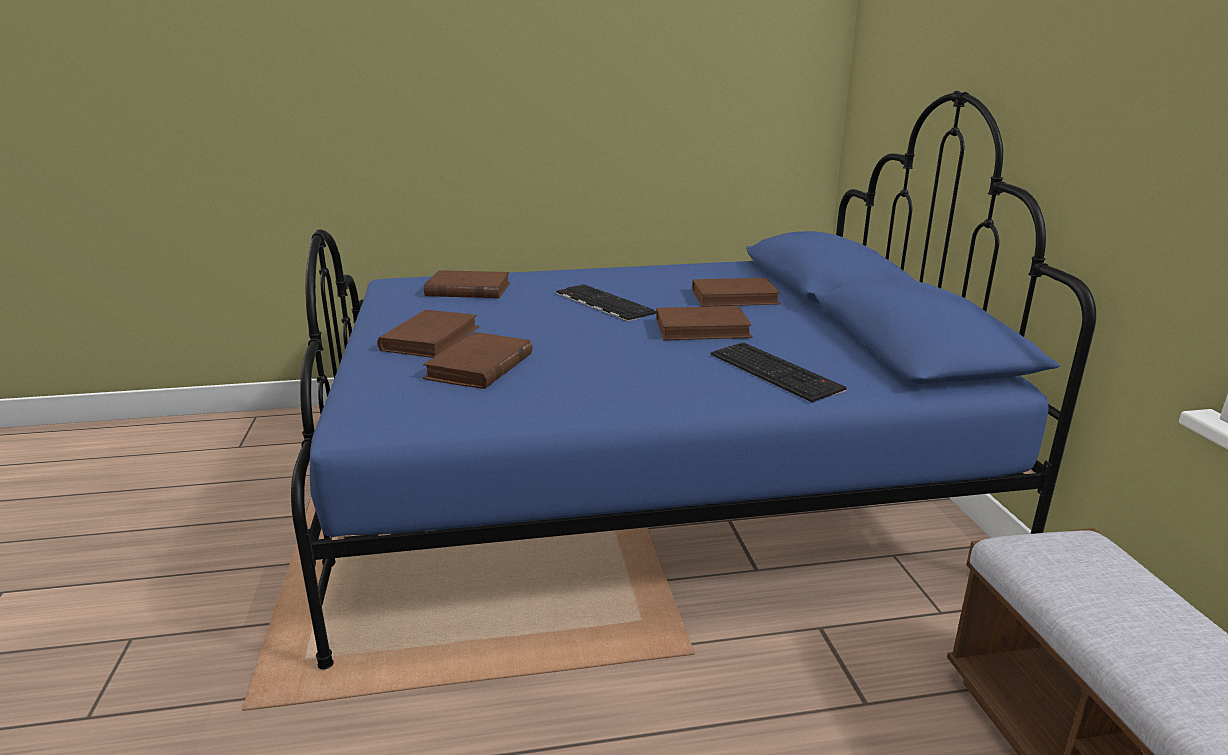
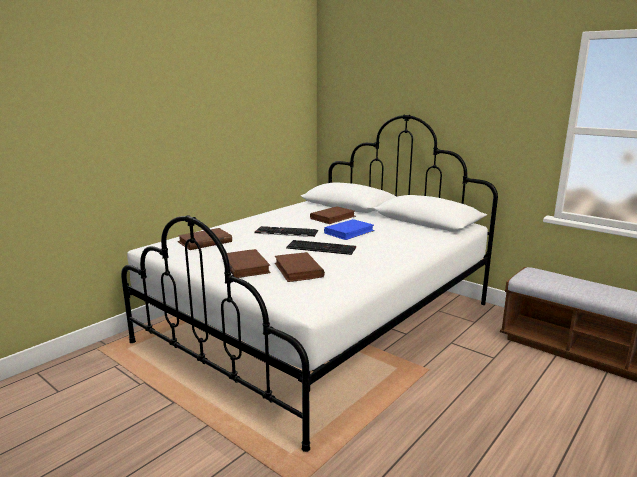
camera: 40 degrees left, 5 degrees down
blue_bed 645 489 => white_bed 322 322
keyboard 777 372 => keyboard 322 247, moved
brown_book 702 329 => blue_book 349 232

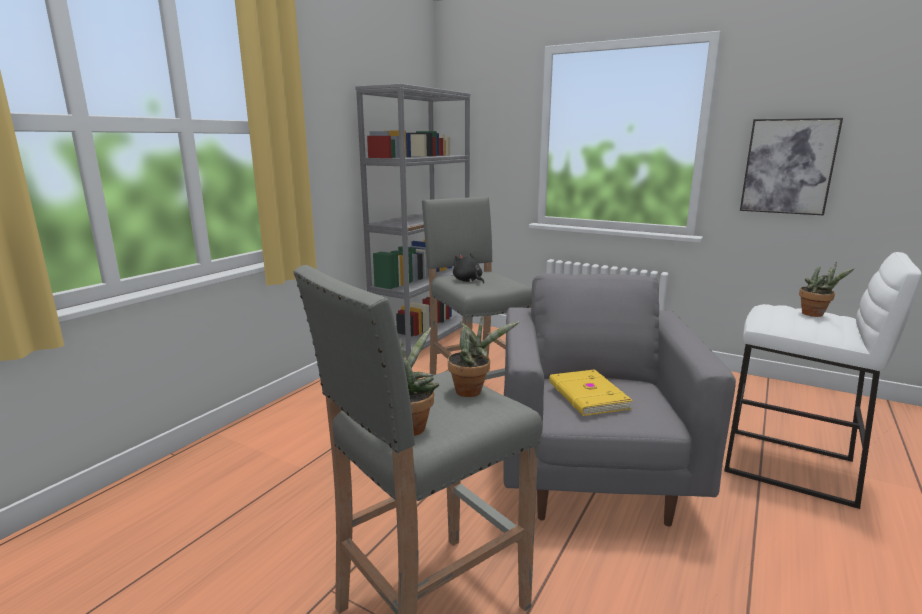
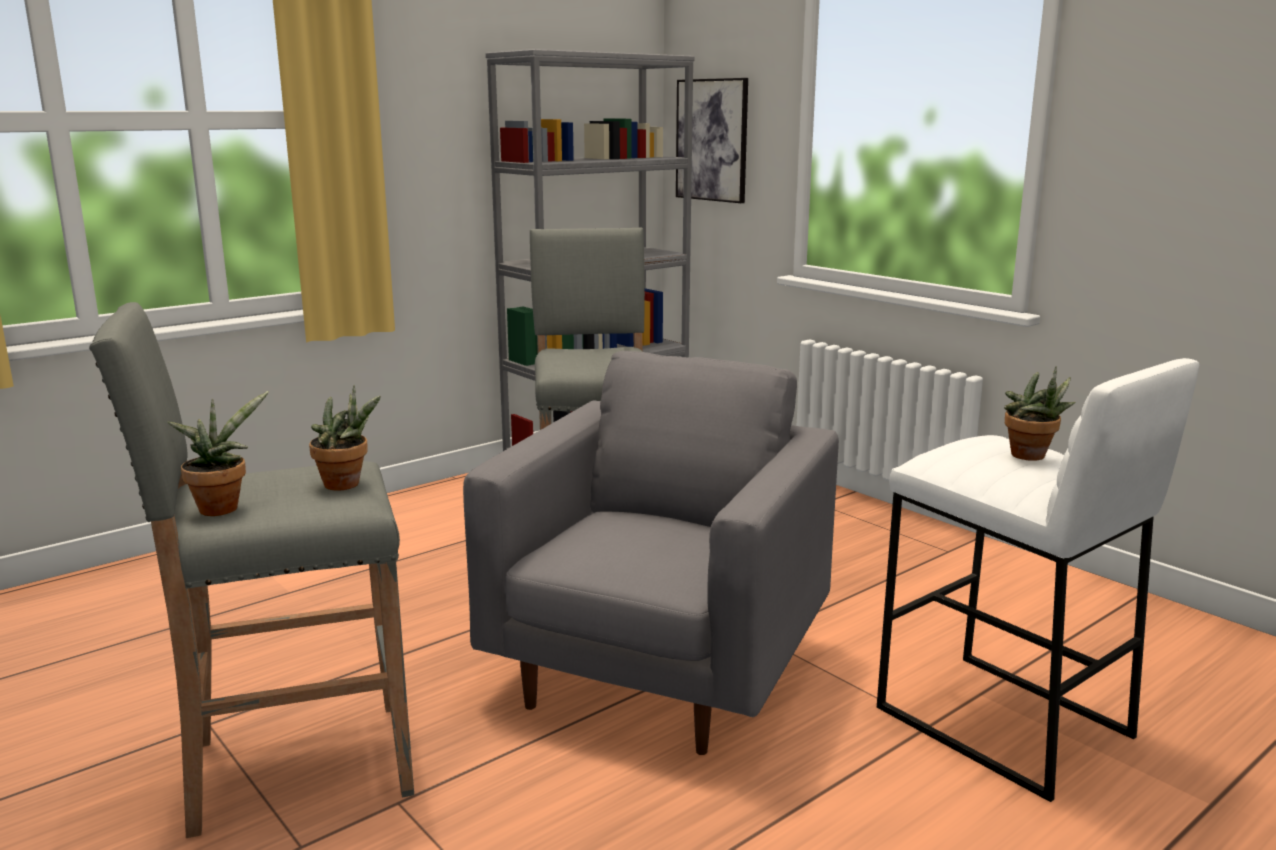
camera: 20 degrees right, 0 degrees up
picture 788 166 => picture 712 140, moved
black_plush_toy 468 281 => nothing
yellow_book 587 396 => nothing

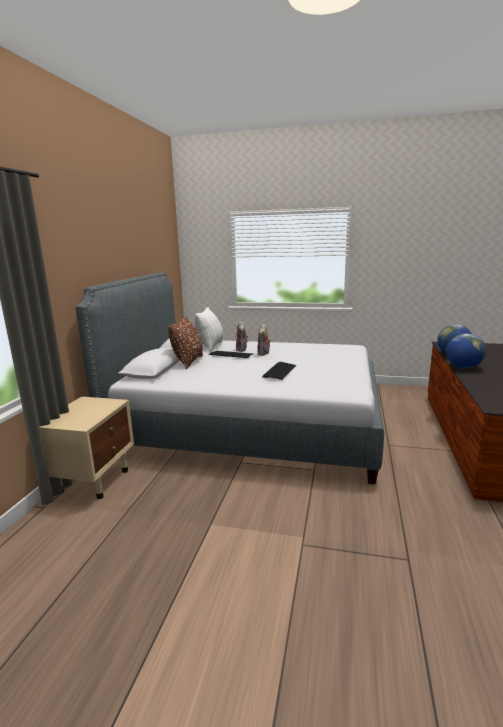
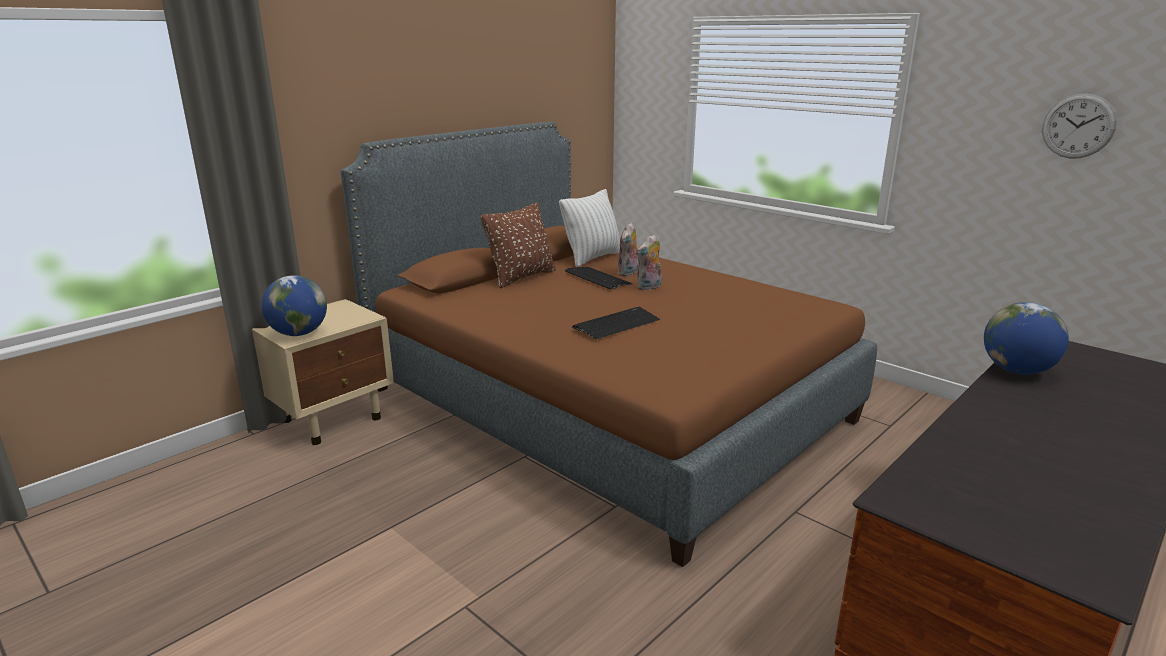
camera: 30 degrees right, 5 degrees up
globe 463 367 => globe 299 333, moved
grey_bed 249 425 => brown_bed 603 404
nothing => wall_clock 1078 126

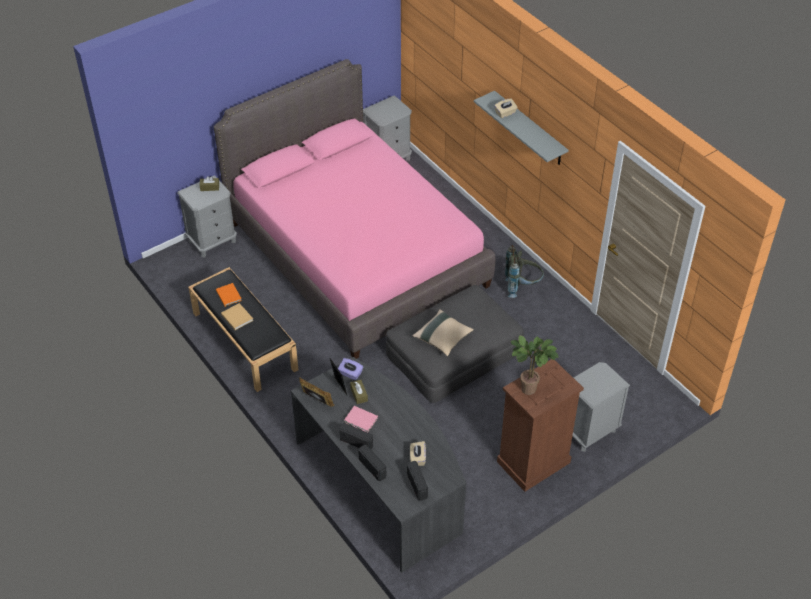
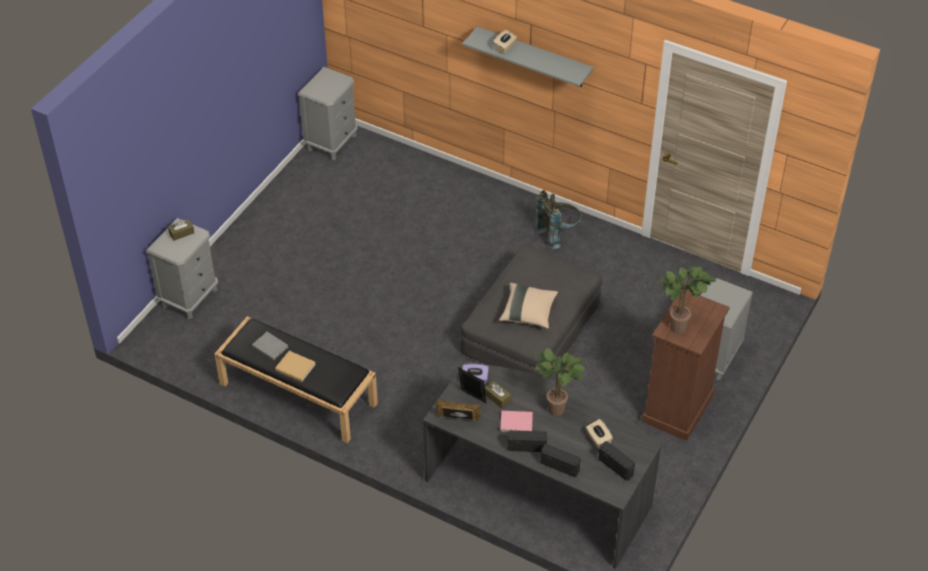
camera: 25 degrees left, 0 degrees up
orange_book 229 295 => grey_book 270 346
nothing => potted_plant 559 409
pink_bed 357 253 => nothing

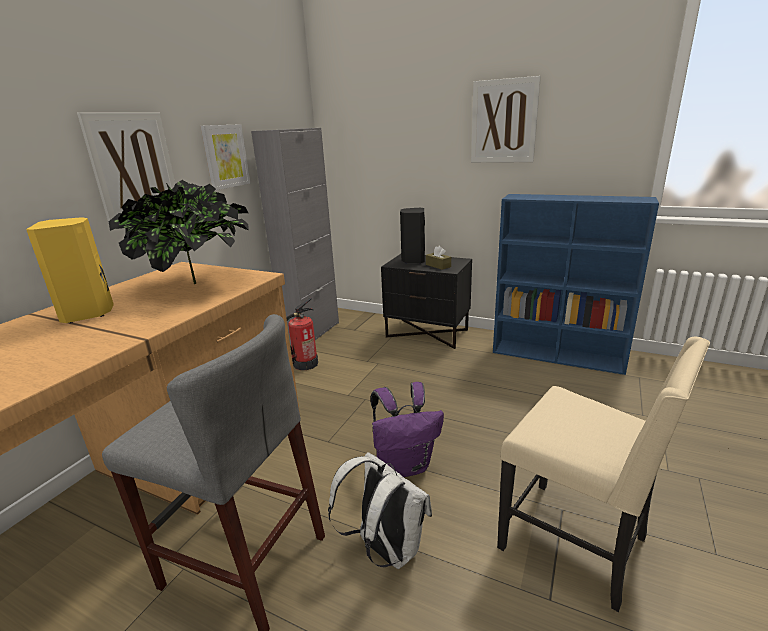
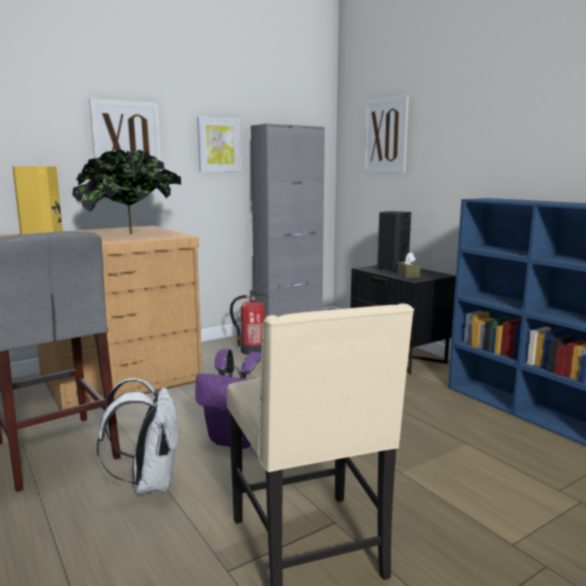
camera: 30 degrees right, 10 degrees down
picture 504 121 => picture 385 136, moved

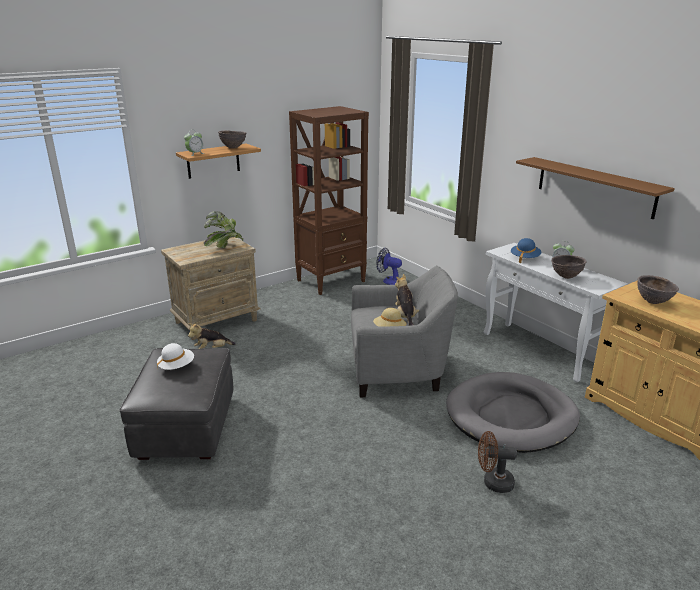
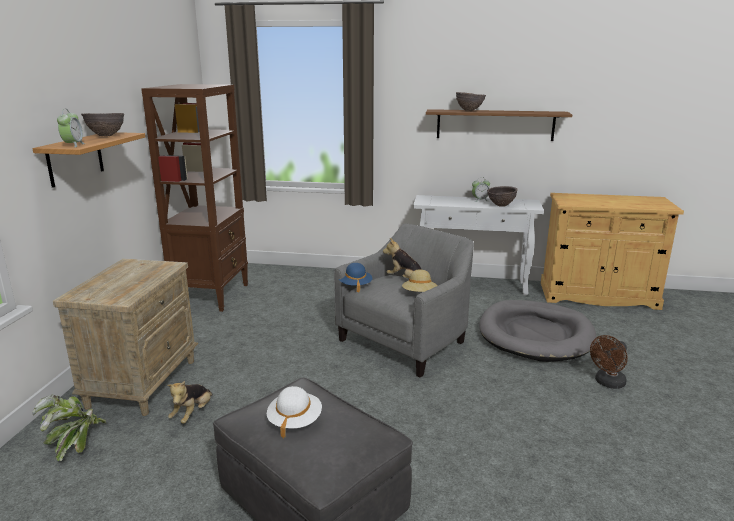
camera: 45 degrees left, 5 degrees down
potted_plant 224 246 => potted_plant 76 444, moved
blue_hat 524 258 => blue_hat 355 285, moved
brown_bowl 653 302 => brown_bowl 469 111, moved
fan 389 280 => nothing

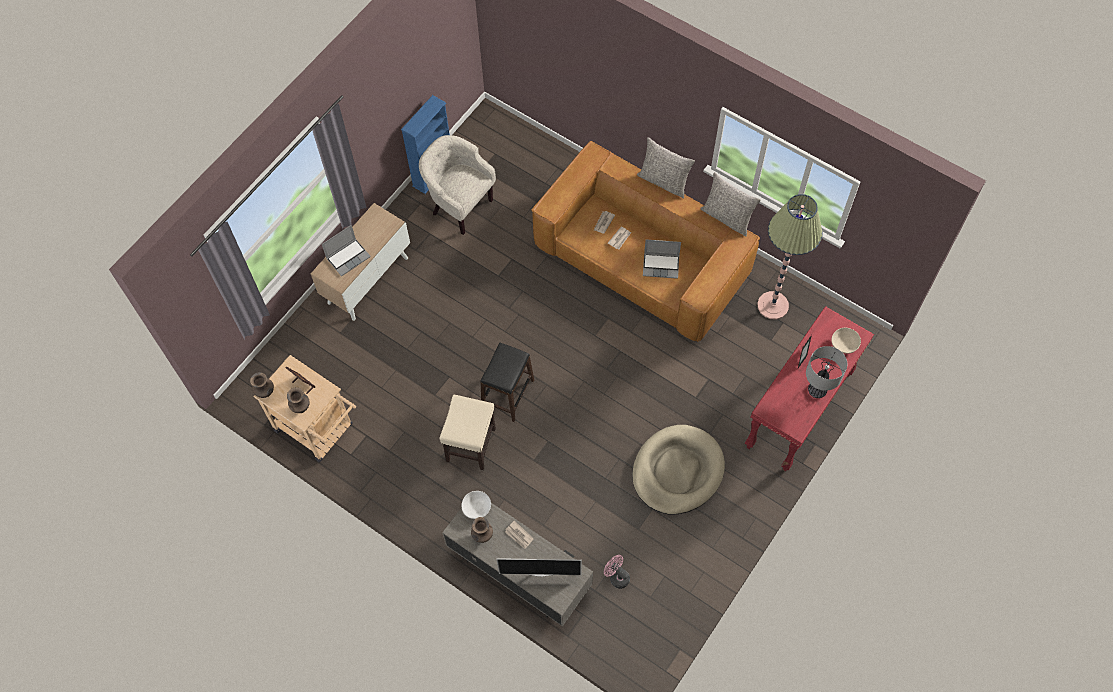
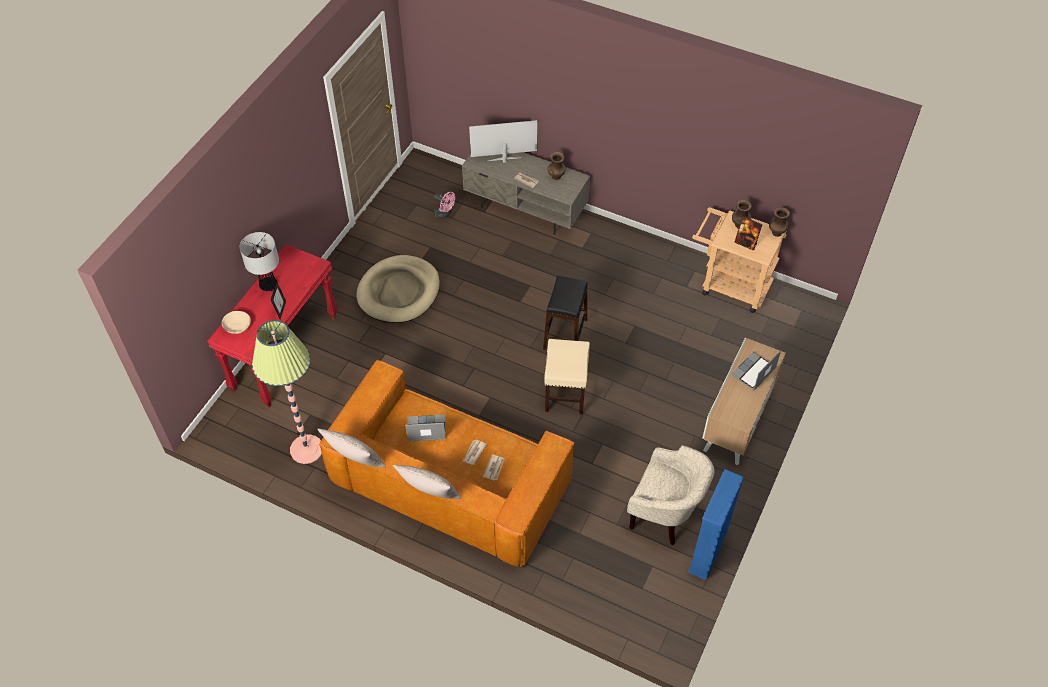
camera: 170 degrees right, 10 degrees down
beige_stool 471 444 => beige_stool 565 394, moved
white_bowl 477 507 => nothing

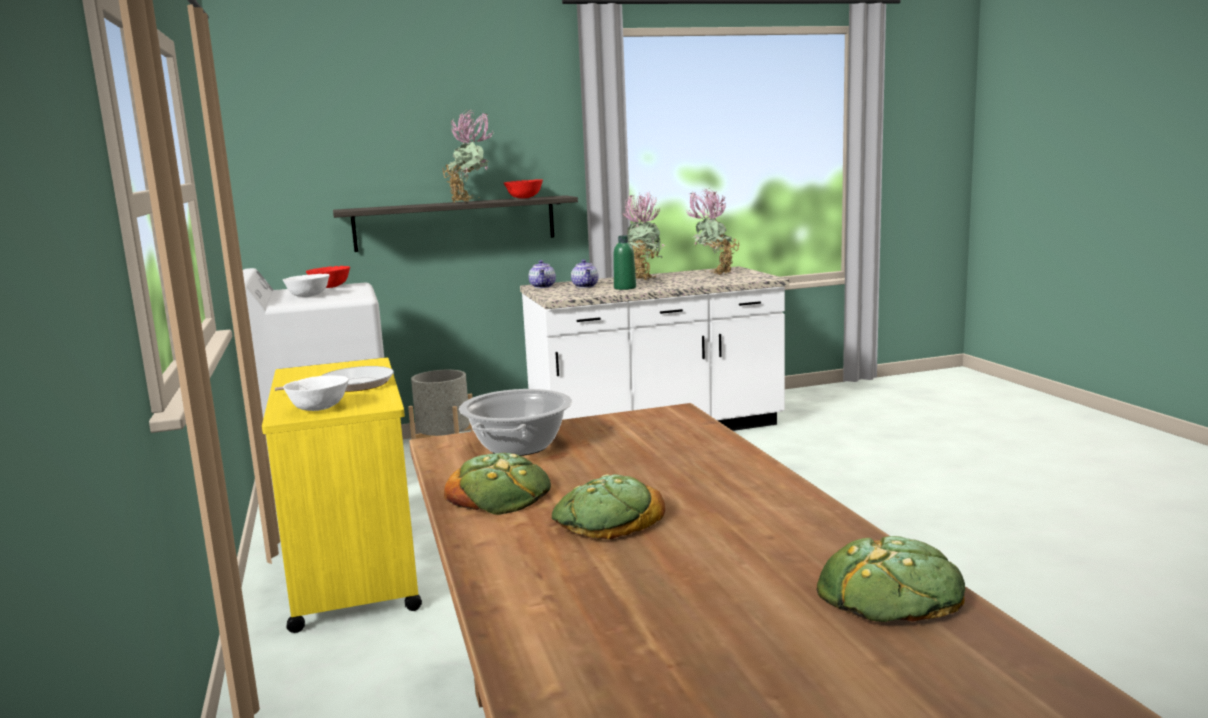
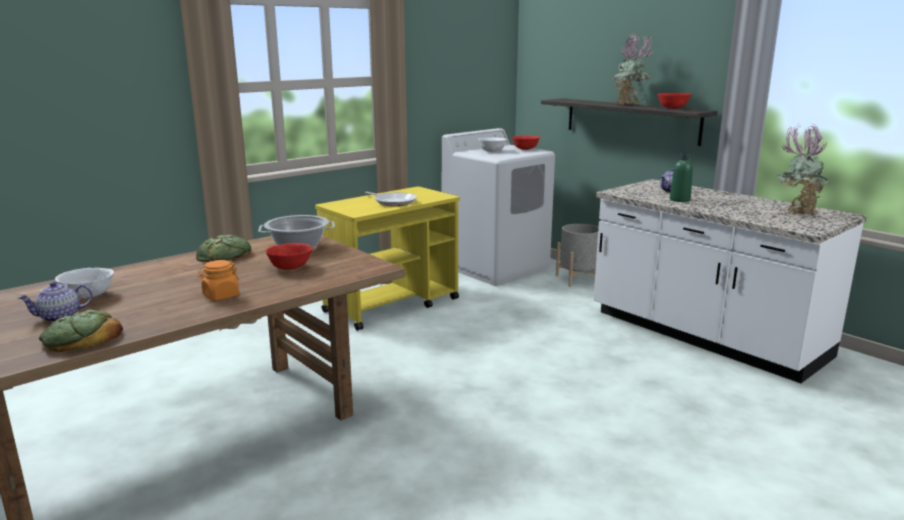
camera: 65 degrees right, 5 degrees up
teapot 543 286 => teapot 59 317, moved
white_bowl 318 409 => white_bowl 88 296, moved
nothing => orange_jar 221 296
nothing => red_bowl 290 268
bread 607 518 => nothing
potted_plant 641 278 => nothing

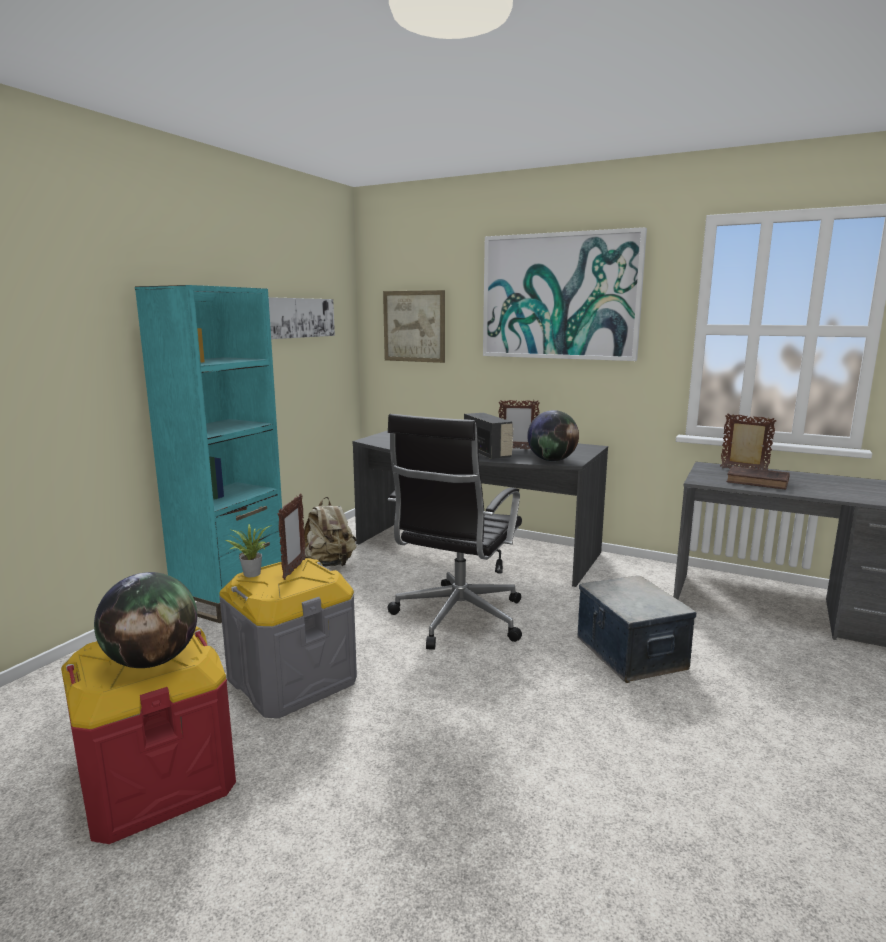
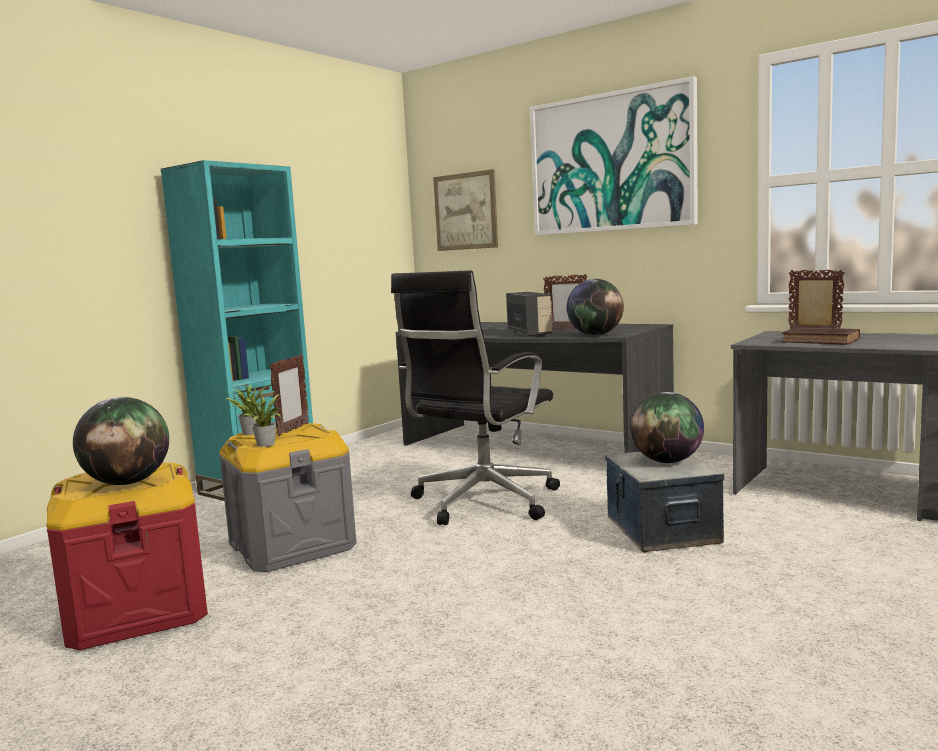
camera: 10 degrees right, 5 degrees down
nothing => potted_plant 265 445
nothing => globe 667 461
picture 295 318 => nothing
beige_backpack 329 565 => nothing

